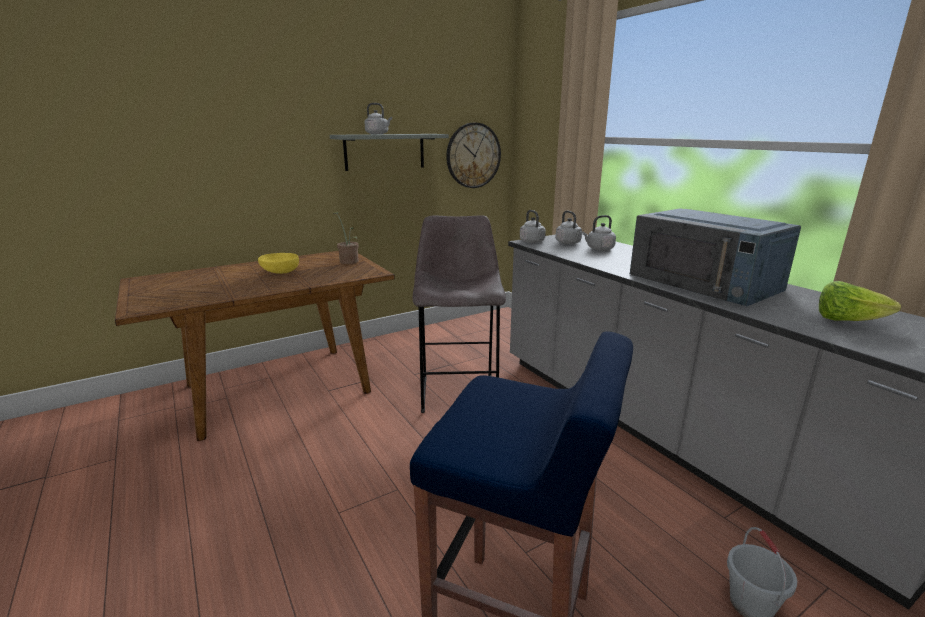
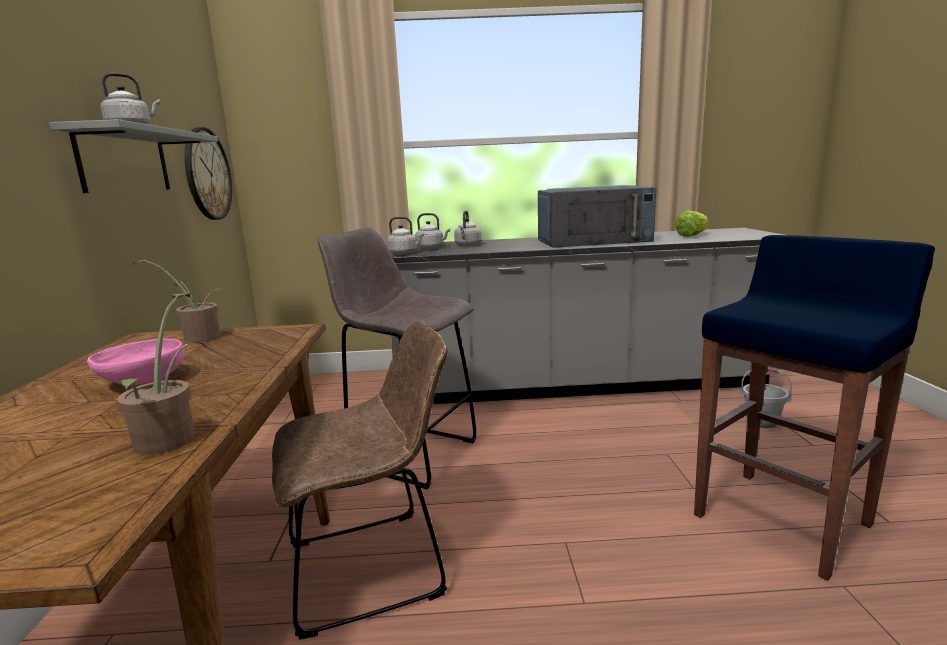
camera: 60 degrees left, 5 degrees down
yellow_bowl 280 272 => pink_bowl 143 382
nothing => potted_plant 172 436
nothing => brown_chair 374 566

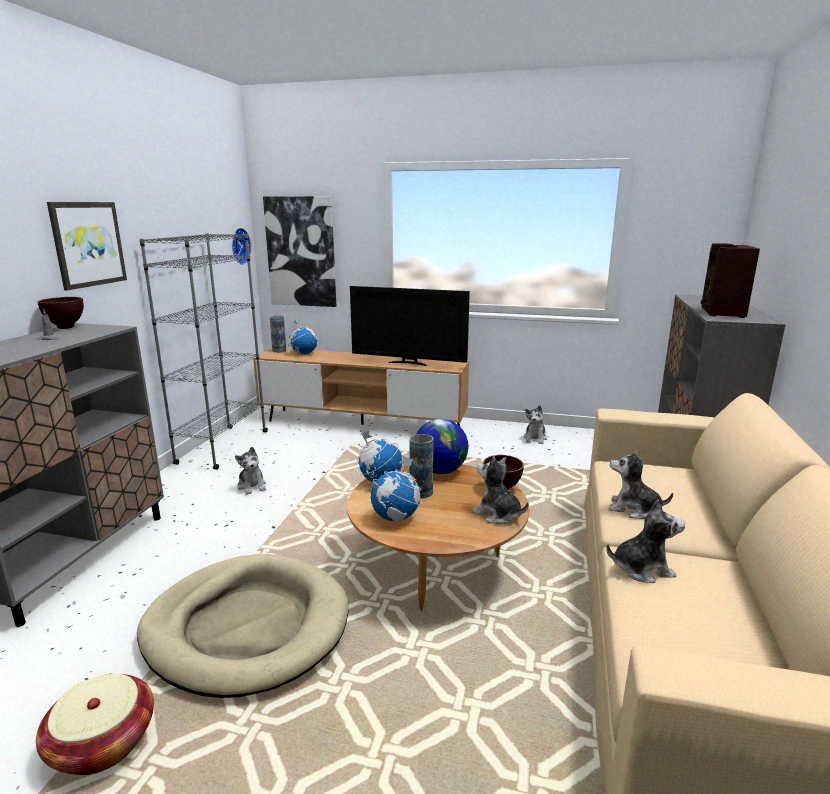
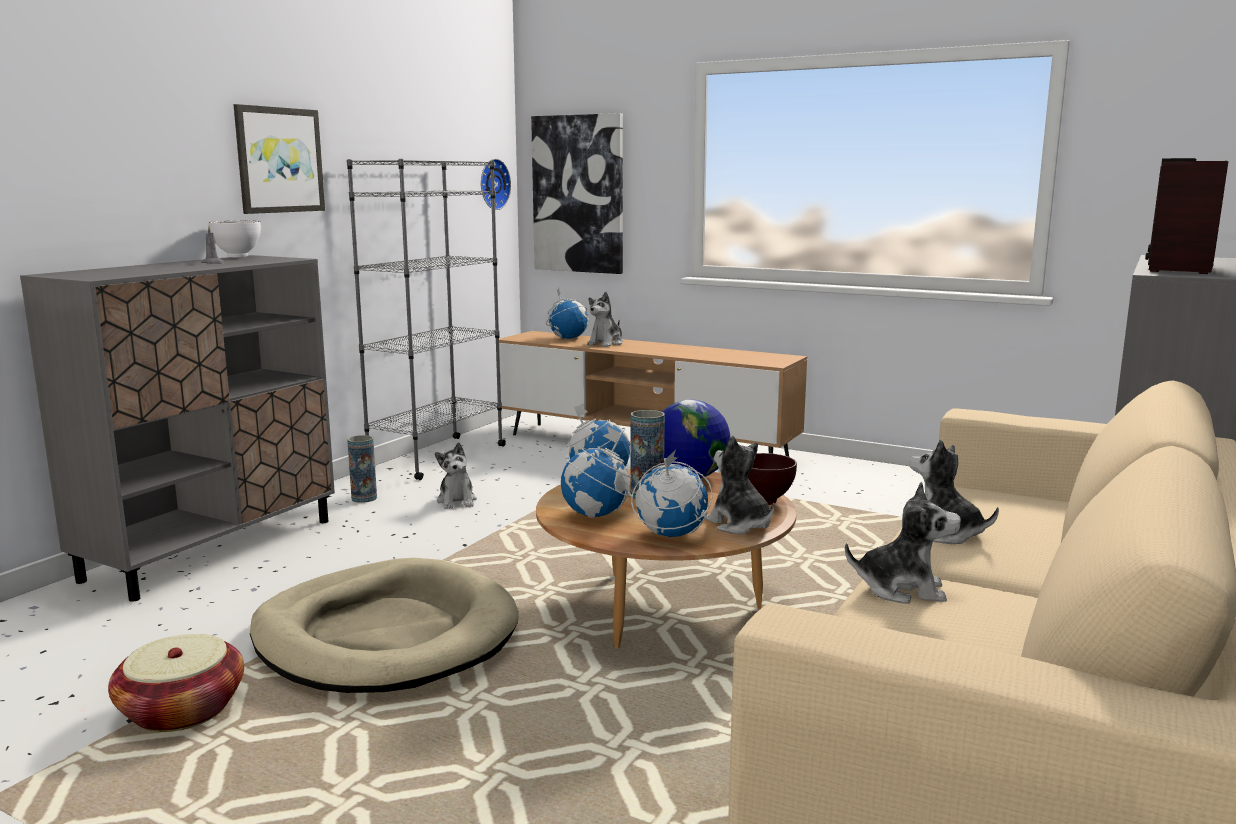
camera: 15 degrees right, 5 degrees down
brown_bowl 65 327 => white_bowl 236 257
vase 279 350 => vase 364 498, moved
plush_toy 535 438 => plush_toy 606 343, moved
nothing => globe 670 535
television 409 363 => nothing

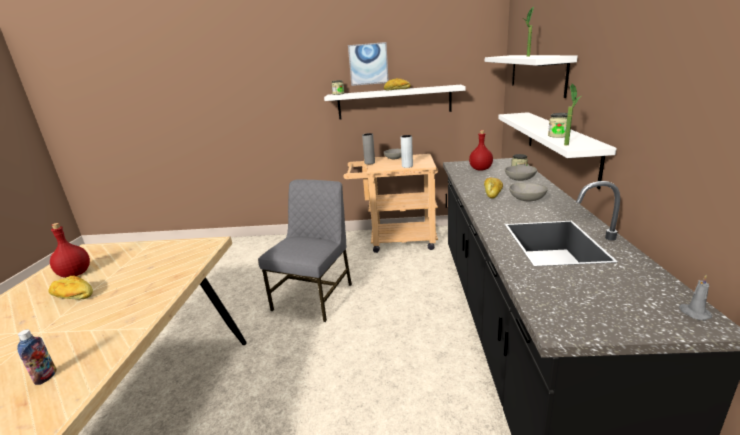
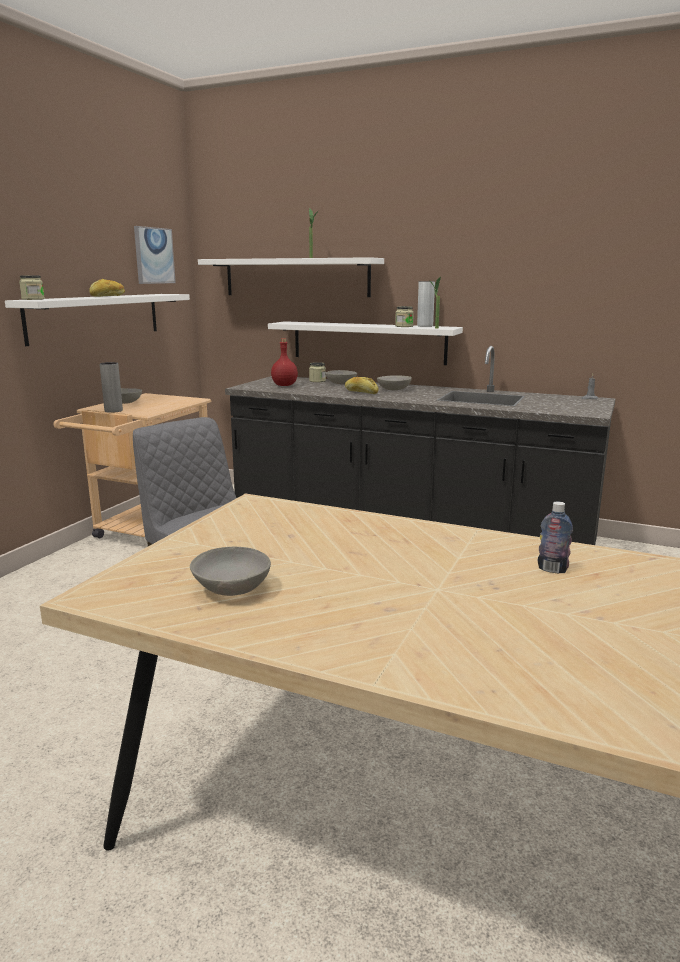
camera: 70 degrees left, 5 degrees down
picture 368 64 => picture 154 255, moved
red_bottle 76 274 => grey_bowl 233 588
grey_vase 407 166 => grey_vase 425 326, moved
bread 73 297 => nothing

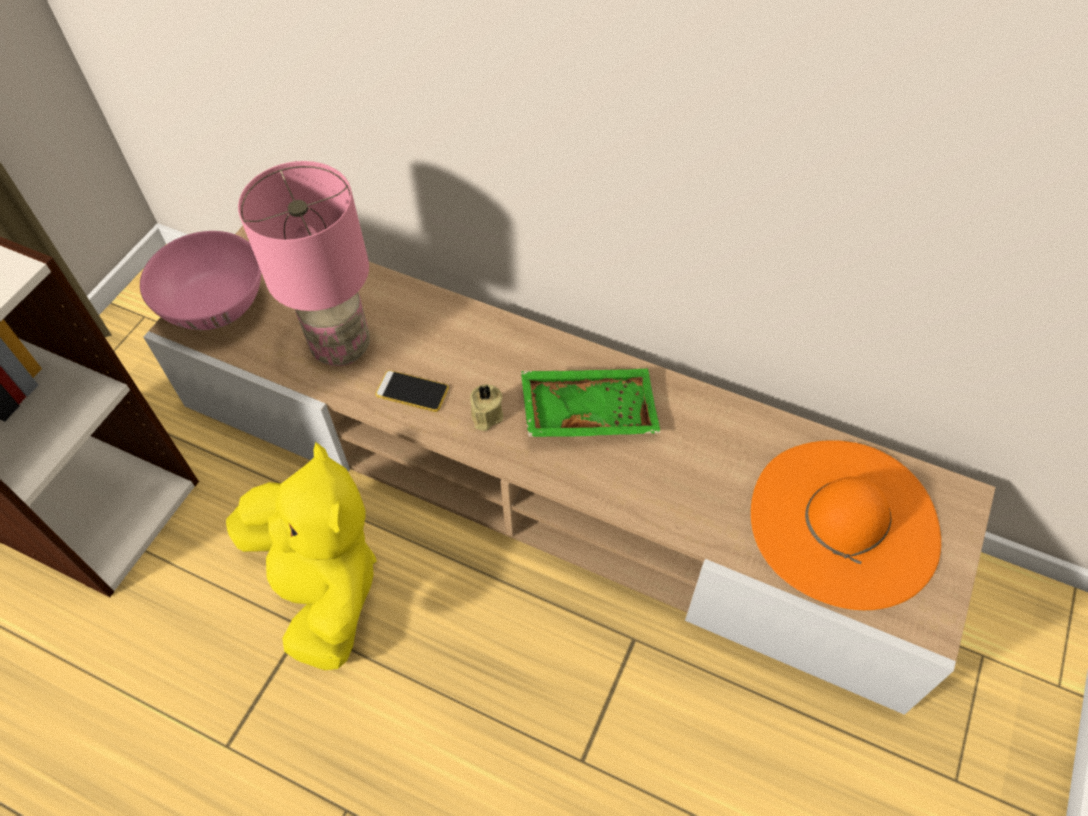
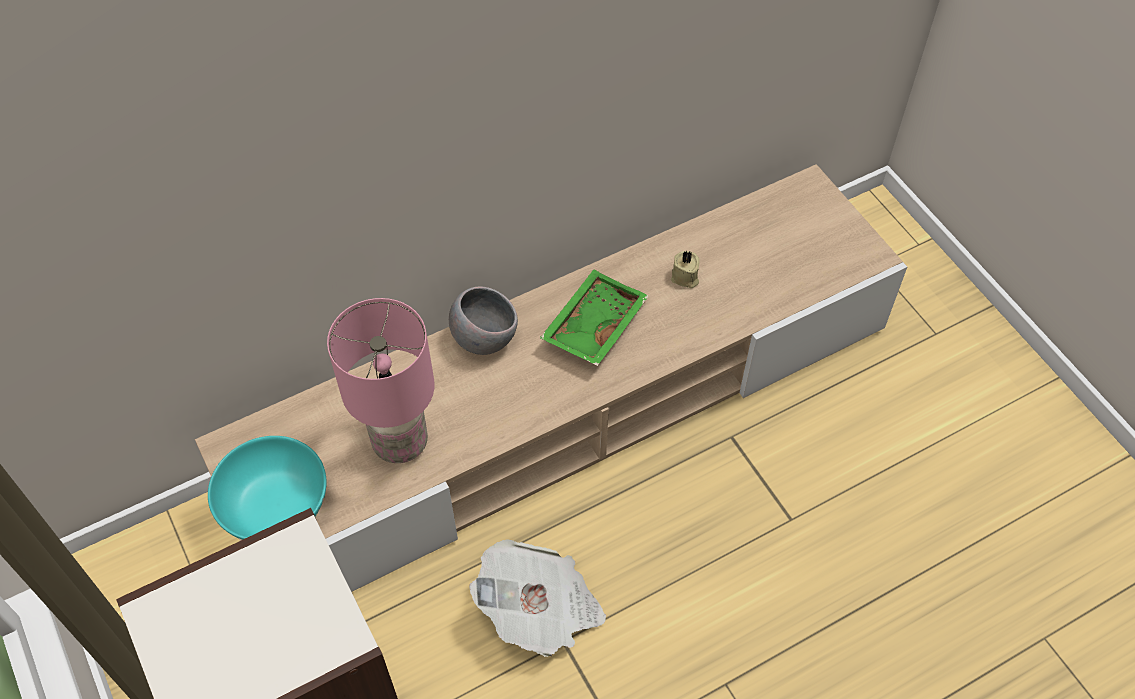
camera: 55 degrees left, 0 degrees up
pink_bowl 216 307 => turquoise_bowl 276 509
nothing => grey_bowl 483 338
yellow_plush_toy 322 587 => newspaper 540 610
beige_candle 485 416 => beige_candle 685 278, moved
phone 412 391 => nothing
orange_hat 844 521 => nothing

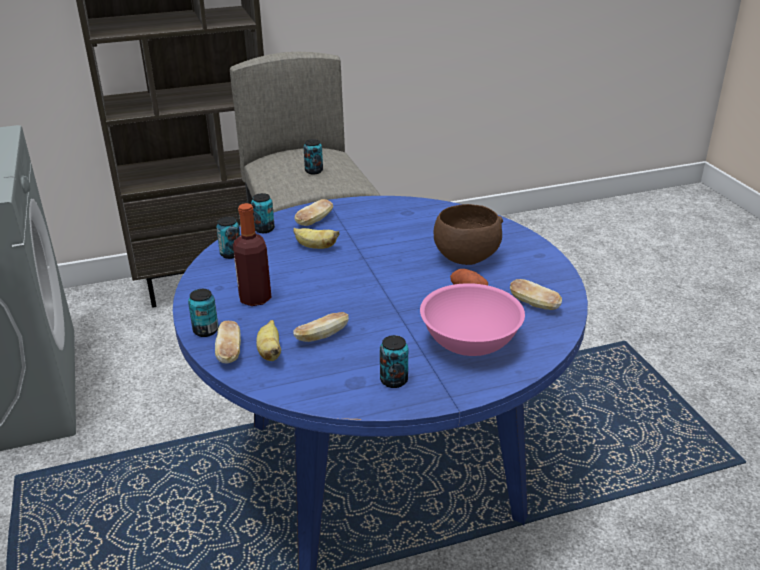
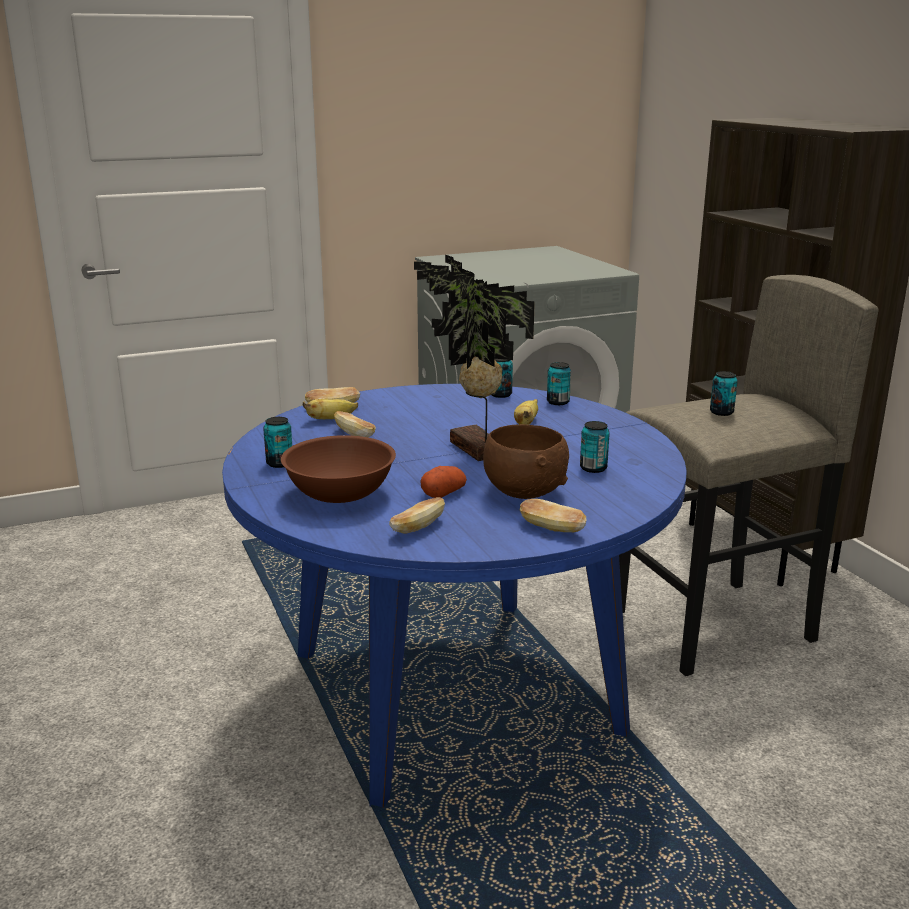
camera: 85 degrees right, 10 degrees down
pink_bowl 470 341 => brown_bowl 341 494
nothing => potted_plant 473 450
bread 314 221 => bread 552 529, moved
can 206 330 => can 593 468, moved
bottle 255 298 => nothing

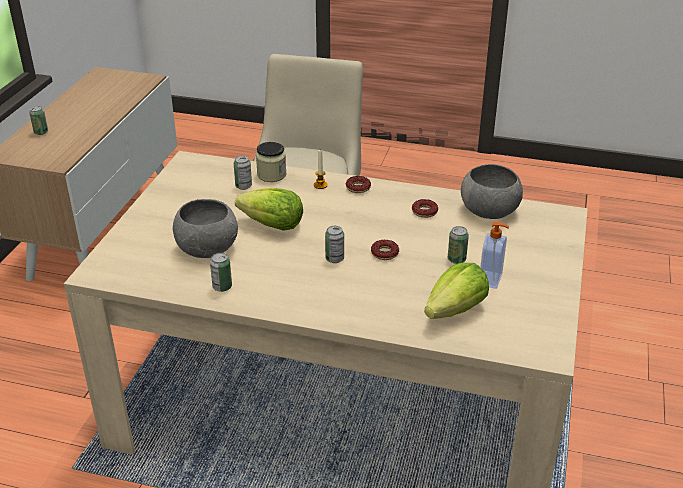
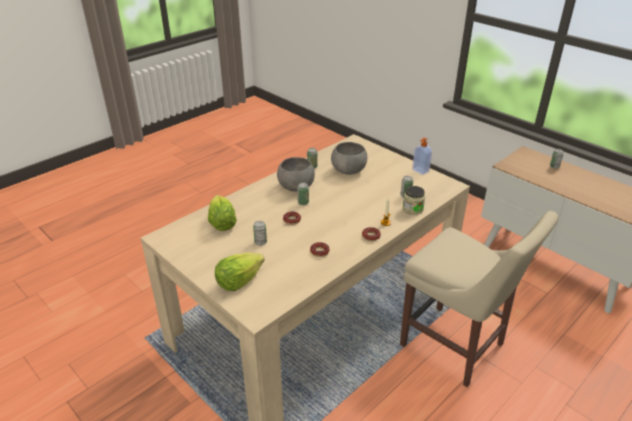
camera: 120 degrees right, 0 degrees up
lettuce 273 225 => lettuce 238 281, moved
grey_bowl 488 211 => grey_bowl 296 186, moved
soap_dispenser 491 280 => soap_dispenser 420 171, moved

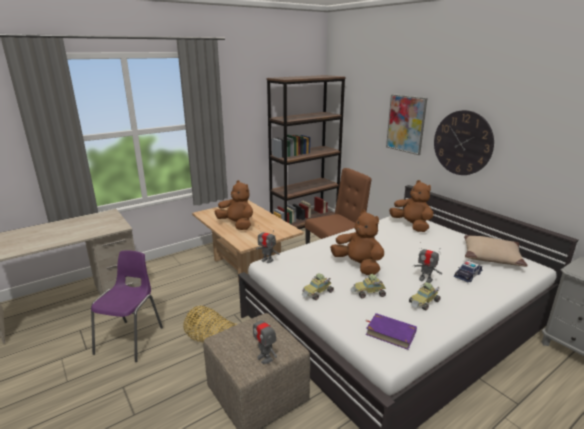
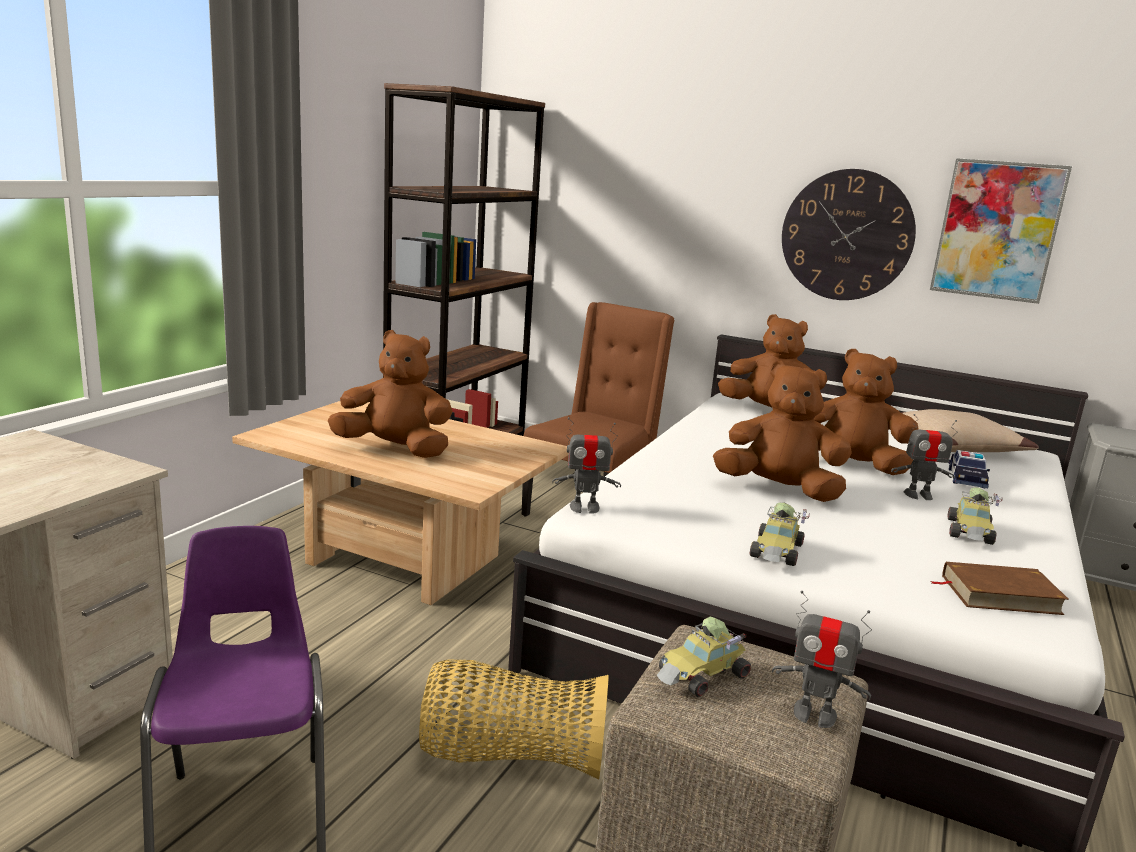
camera: 30 degrees left, 5 degrees down
toy_car 369 293 => toy_car 703 675, moved
nothing => brown_plush_toy 851 465
picture 406 124 => picture 997 230, moved
purple_book 390 333 => brown_book 999 594

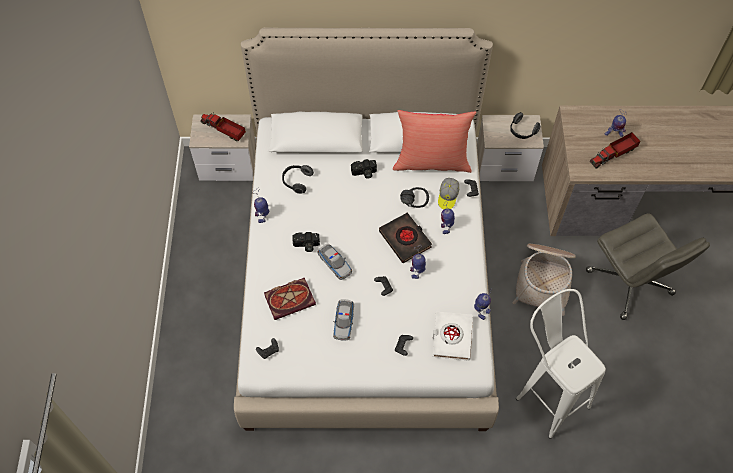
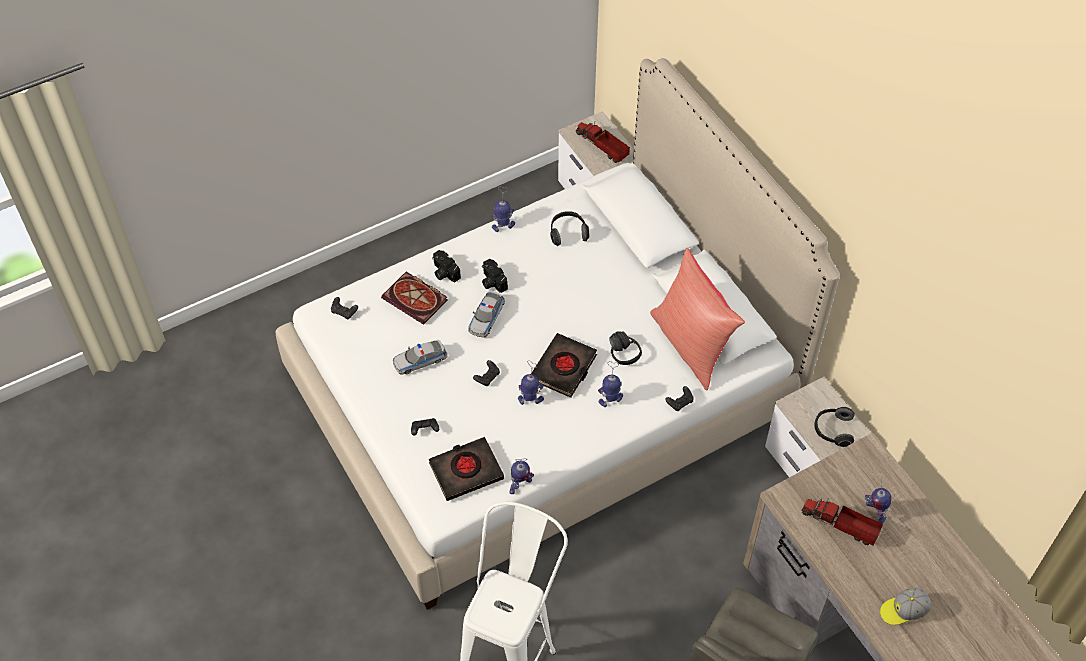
camera: 60 degrees right, 5 degrees down
white_book 451 337 => black_book 466 471
photo_camera 364 173 => photo_camera 444 272, moved
toy_truck 224 130 => toy_truck 602 147, 45 degrees counterclockwise
cap 448 197 => cap 903 610, moved
basket 544 279 => nothing

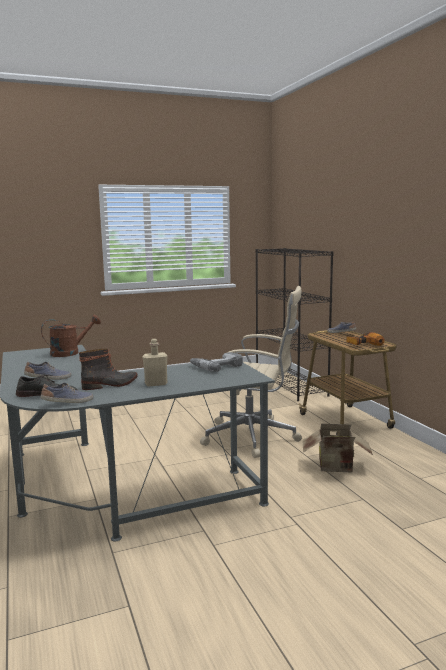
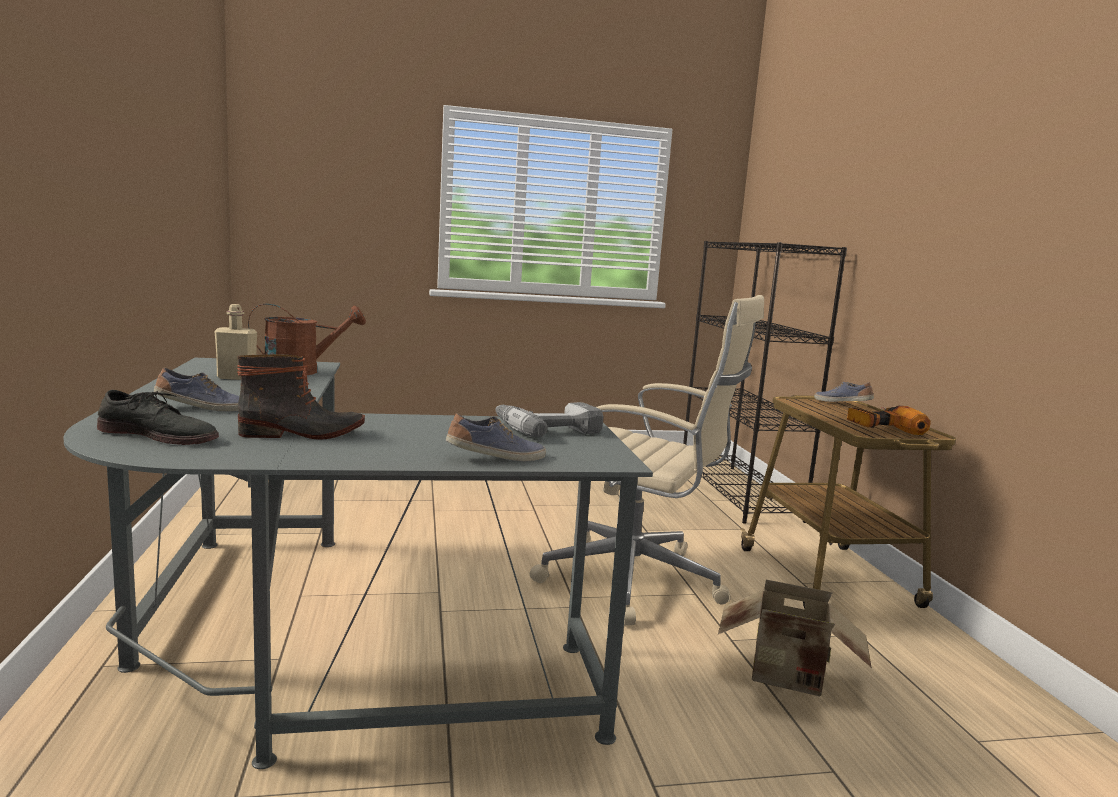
camera: 10 degrees right, 0 degrees up
beige_bottle 156 384 => beige_bottle 237 377, moved
shoe 68 403 => shoe 496 458, moved

